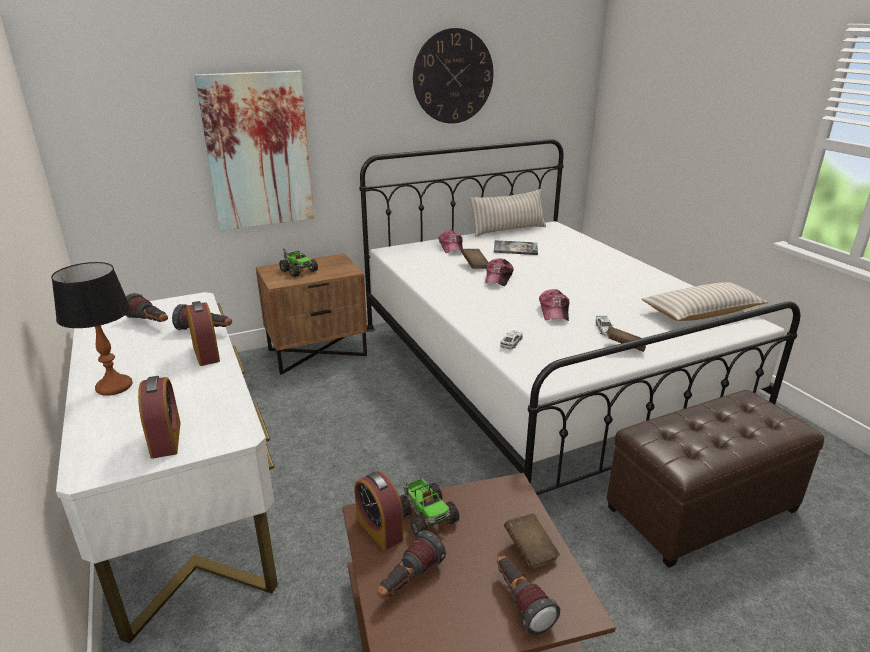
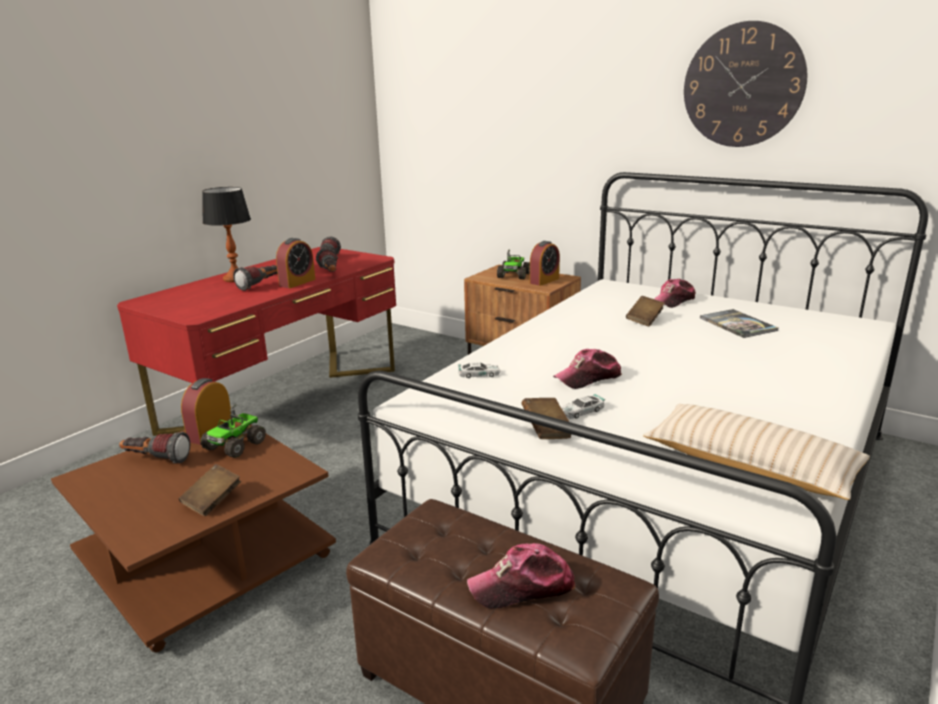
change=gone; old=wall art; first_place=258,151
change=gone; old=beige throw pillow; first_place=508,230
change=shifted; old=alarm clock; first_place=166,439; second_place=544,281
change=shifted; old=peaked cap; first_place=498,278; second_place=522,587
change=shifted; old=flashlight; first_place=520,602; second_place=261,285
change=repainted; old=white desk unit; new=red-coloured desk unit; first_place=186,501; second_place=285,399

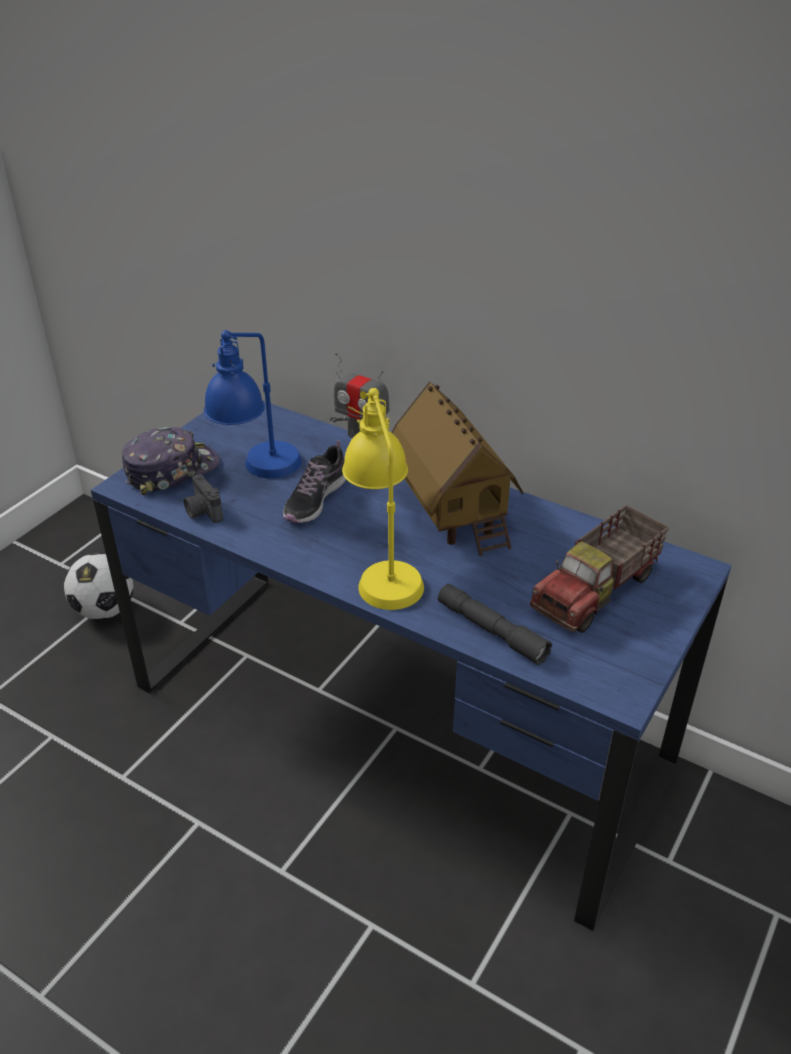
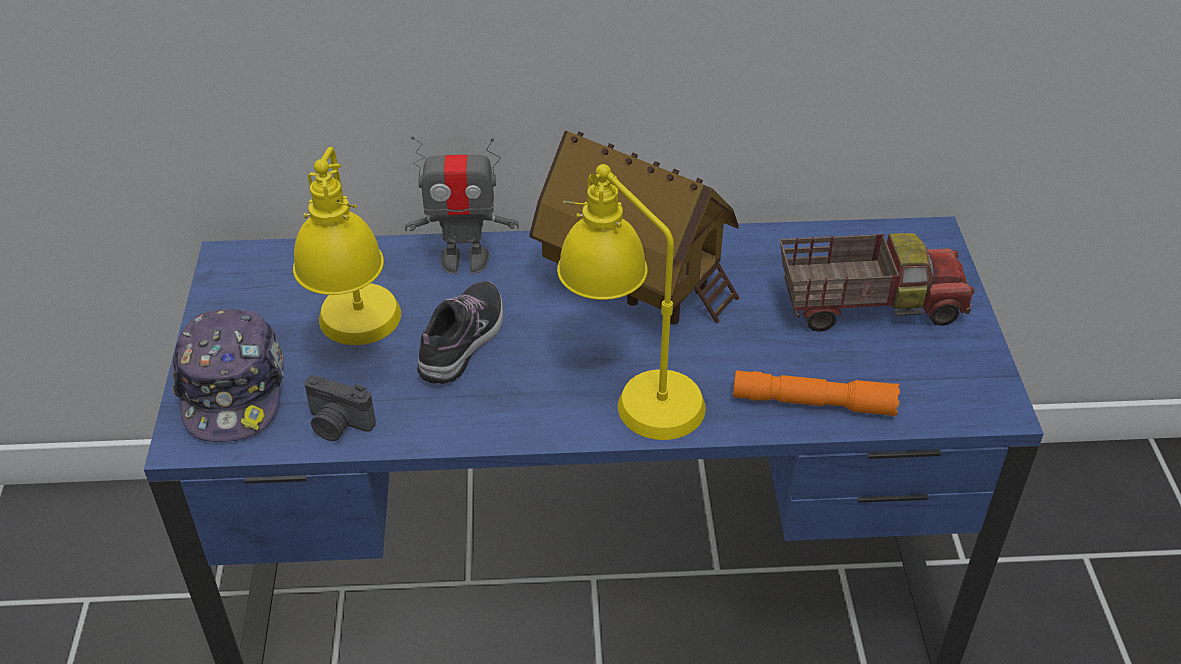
change=gone; old=football ball; first_place=105,610
change=repainted; old=blue-coloured tabletop lamp; new=yellow-coloured tabletop lamp; first_place=259,475; second_place=360,342
change=repainted; old=greyish flashlight; new=orangey flashlight; first_place=491,631; second_place=813,403
change=rotated; old=peaked cap; first_place=171,470; second_place=233,389; degrees=150
change=rotated; old=shoe; first_place=315,499; second_place=463,341; degrees=-150
change=rotated; old=toy lorry; first_place=597,591; second_place=867,305; degrees=-105

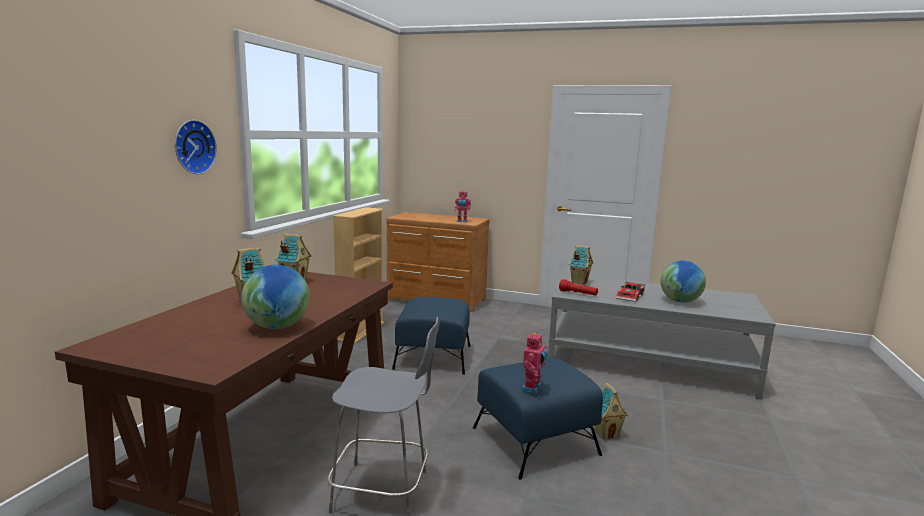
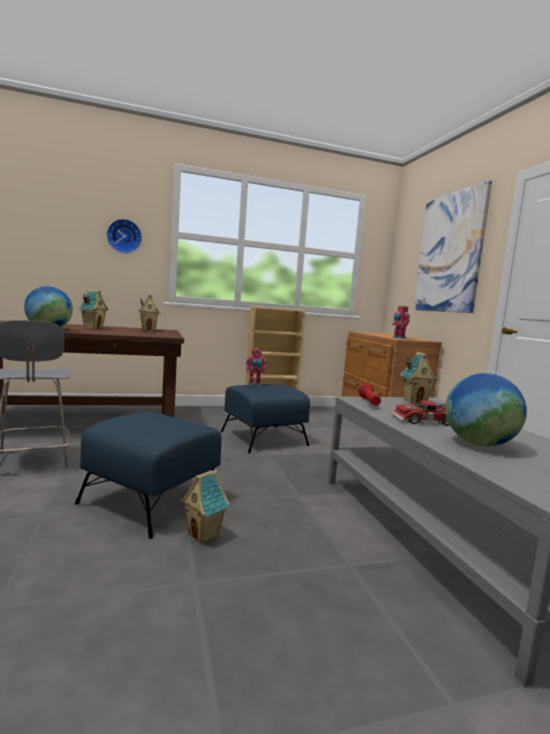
change=new; new=wall art; second_place=450,253
change=shifted; old=toy robot; first_place=533,388; second_place=254,385

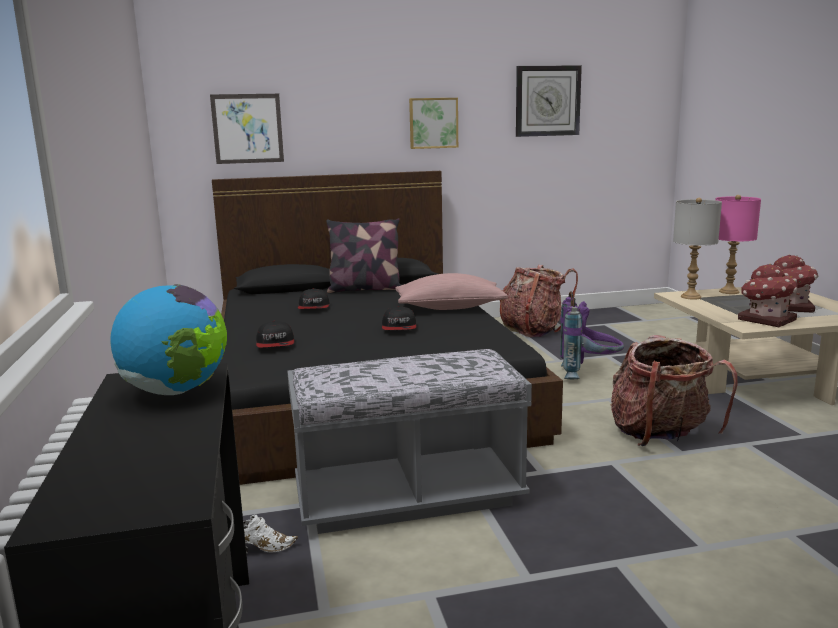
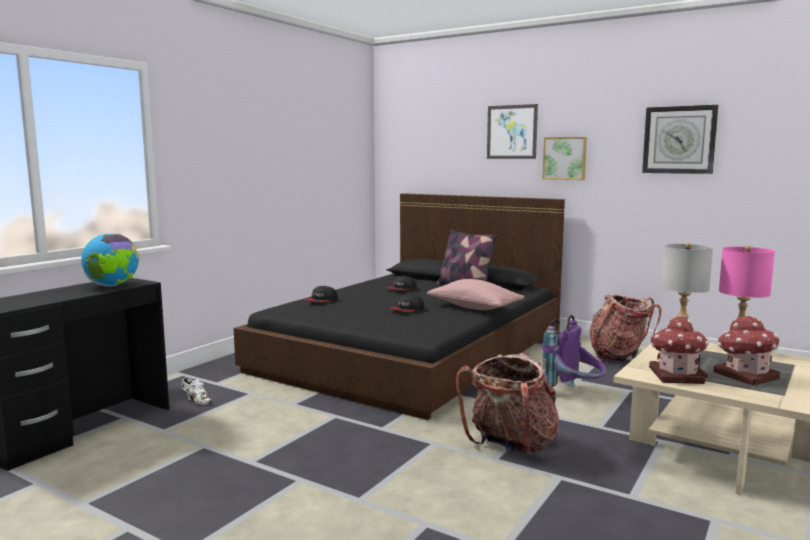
change=gone; old=greyish long seat; first_place=408,496
change=shifted; old=wall art; first_place=247,128; second_place=511,132

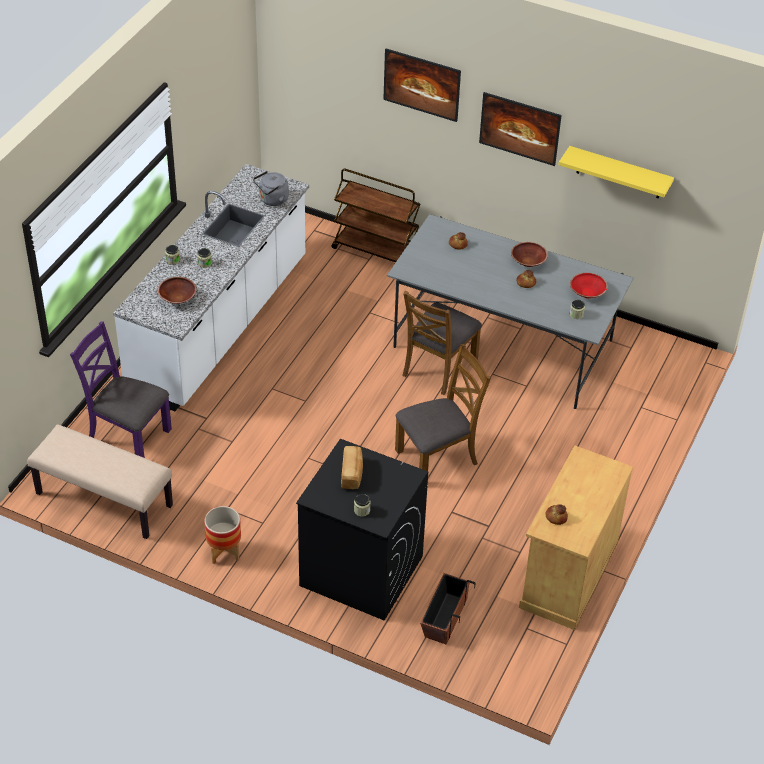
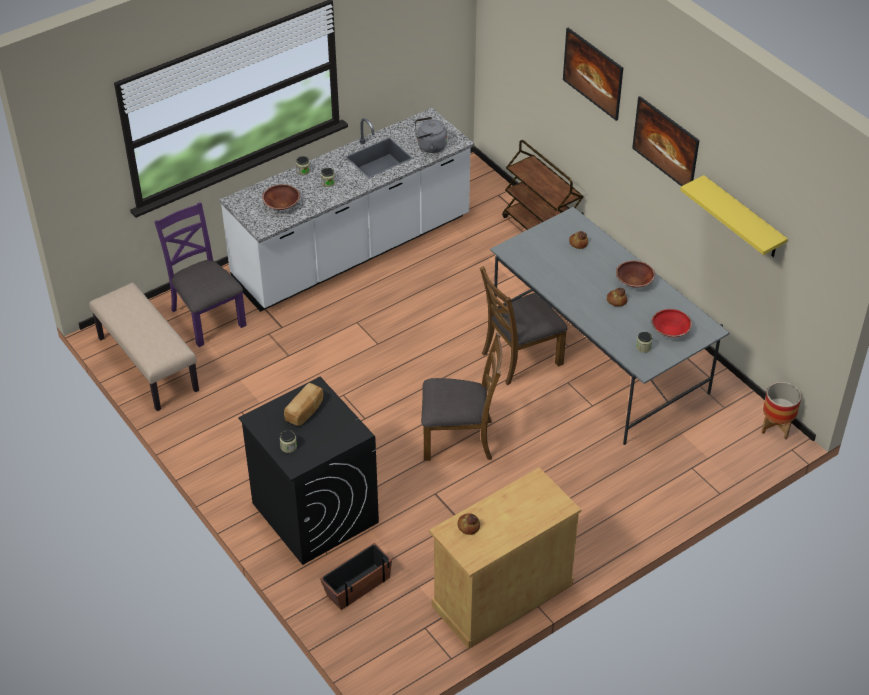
change=shifted; old=planter; first_place=224,552; second_place=776,427

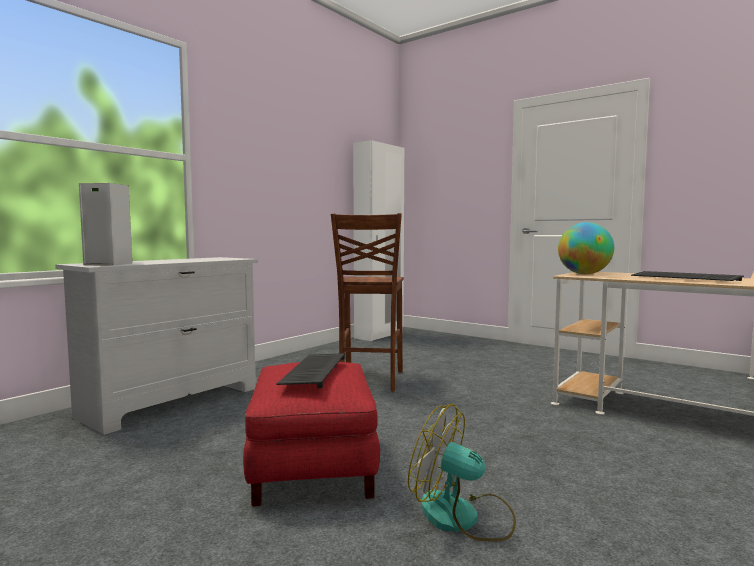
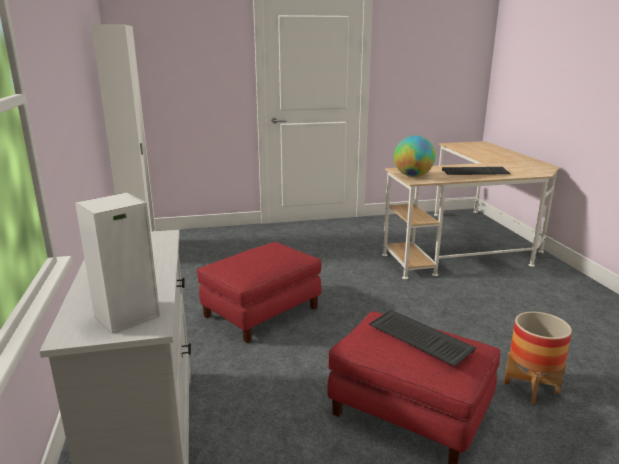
change=swapped; old=brownish upright chair; new=red-coloured footrest; first_place=369,381; second_place=262,312
change=swapped; old=electric fan; new=planter; first_place=463,517; second_place=531,387

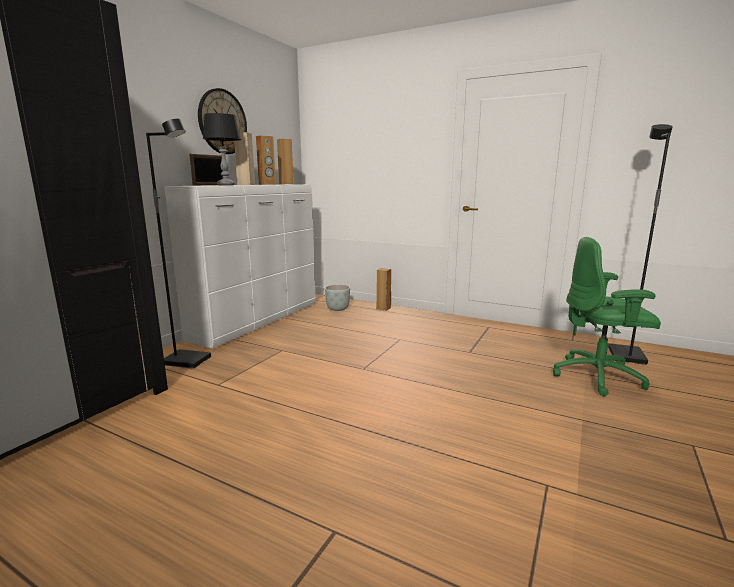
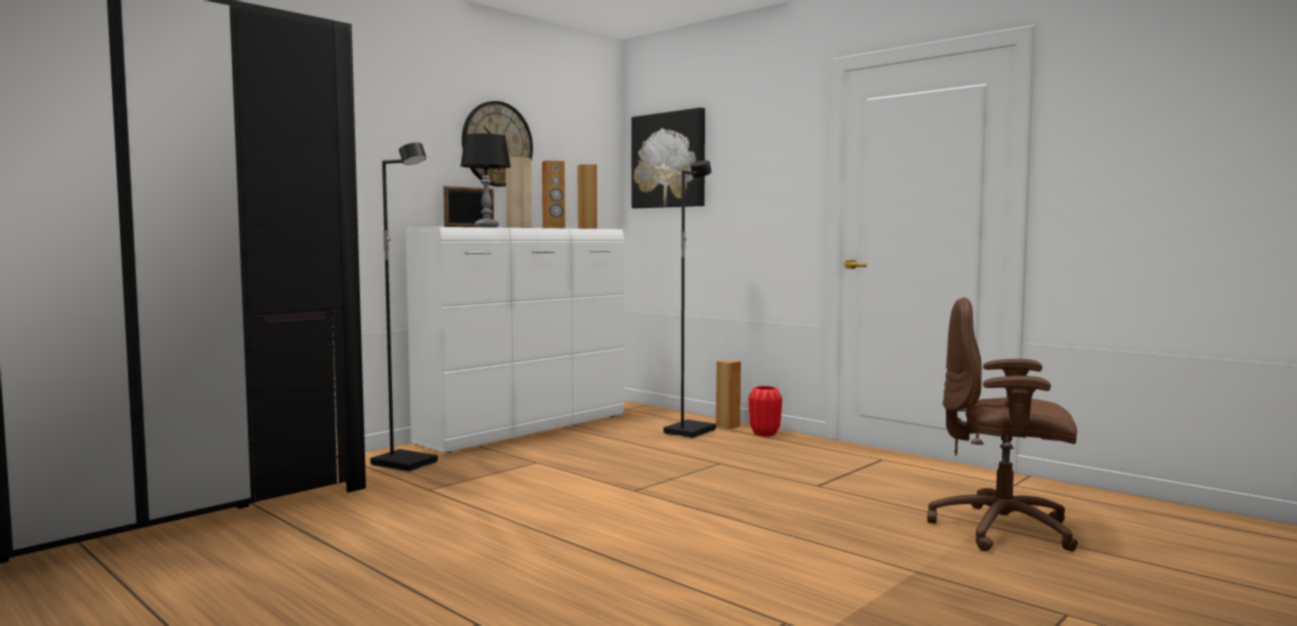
change=gone; old=greyish planter; first_place=337,309
change=new; new=wall art; second_place=669,160
change=new; new=red-coloured flower vase; second_place=765,434
change=shifted; old=blackish floor lamp; first_place=625,355; second_place=689,431
change=repainted; old=green computer chair; new=brownish computer chair; first_place=598,377; second_place=1004,530

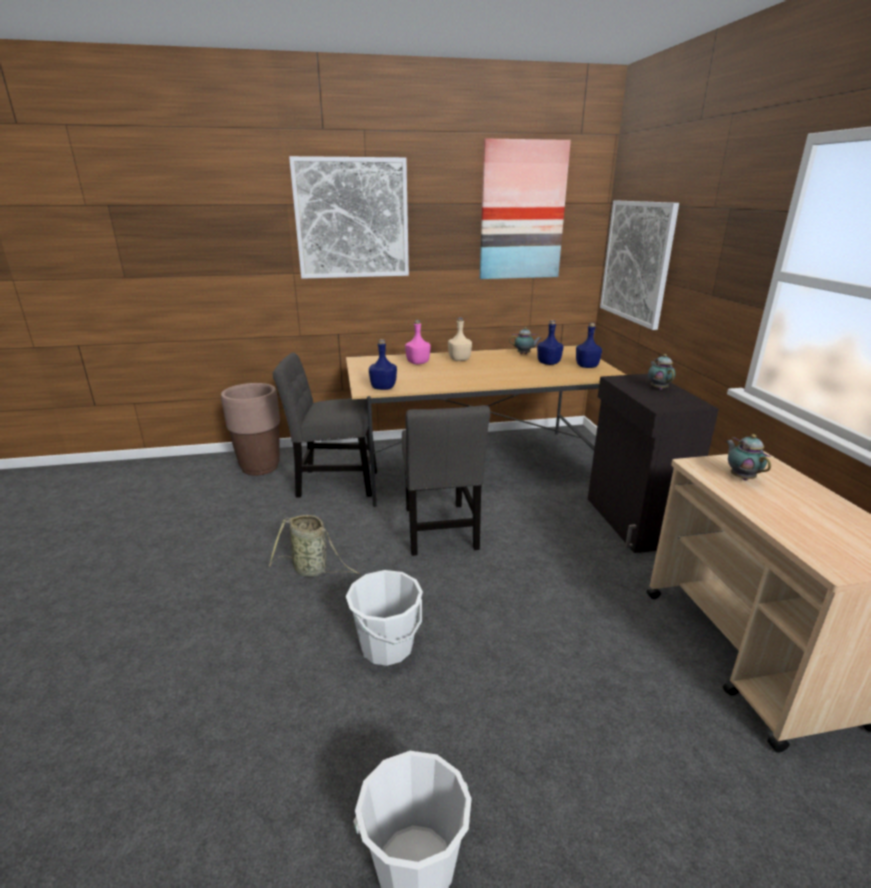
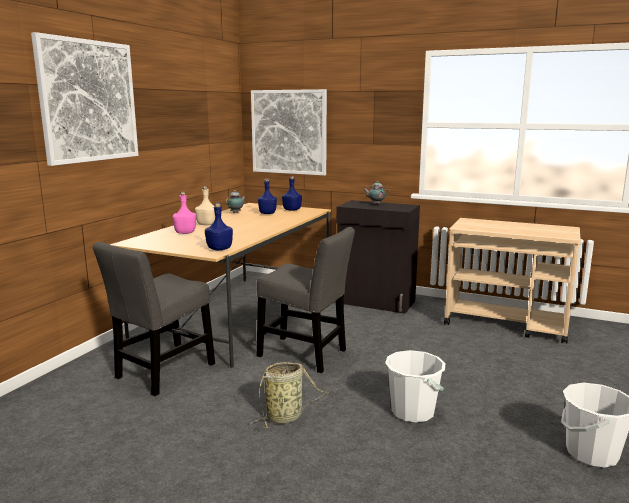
change=gone; old=brownish planter; first_place=260,467
change=gone; old=wall art; first_place=522,211
change=gone; old=teapot; first_place=741,477

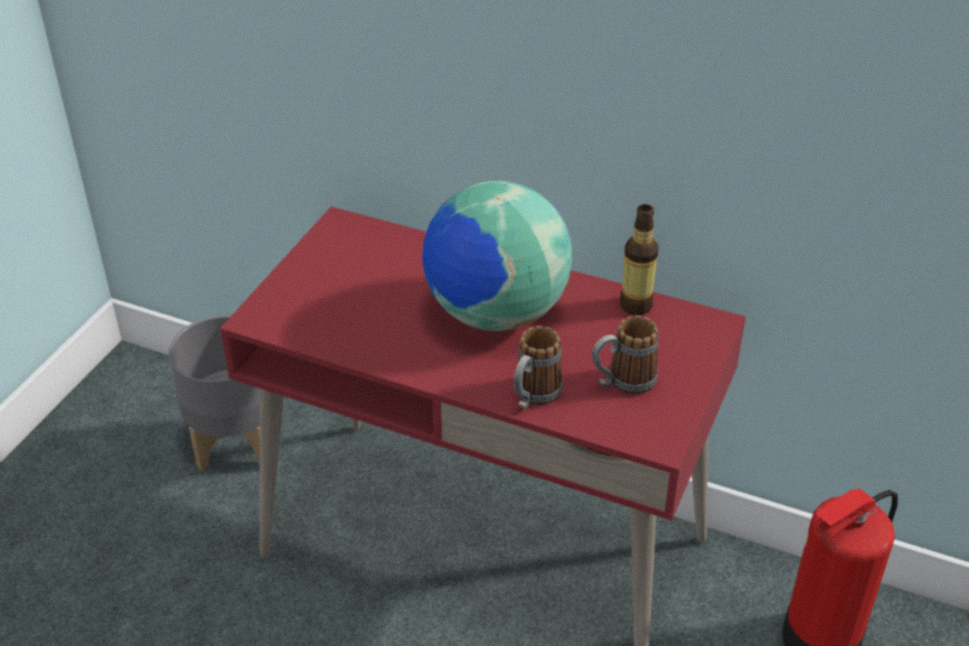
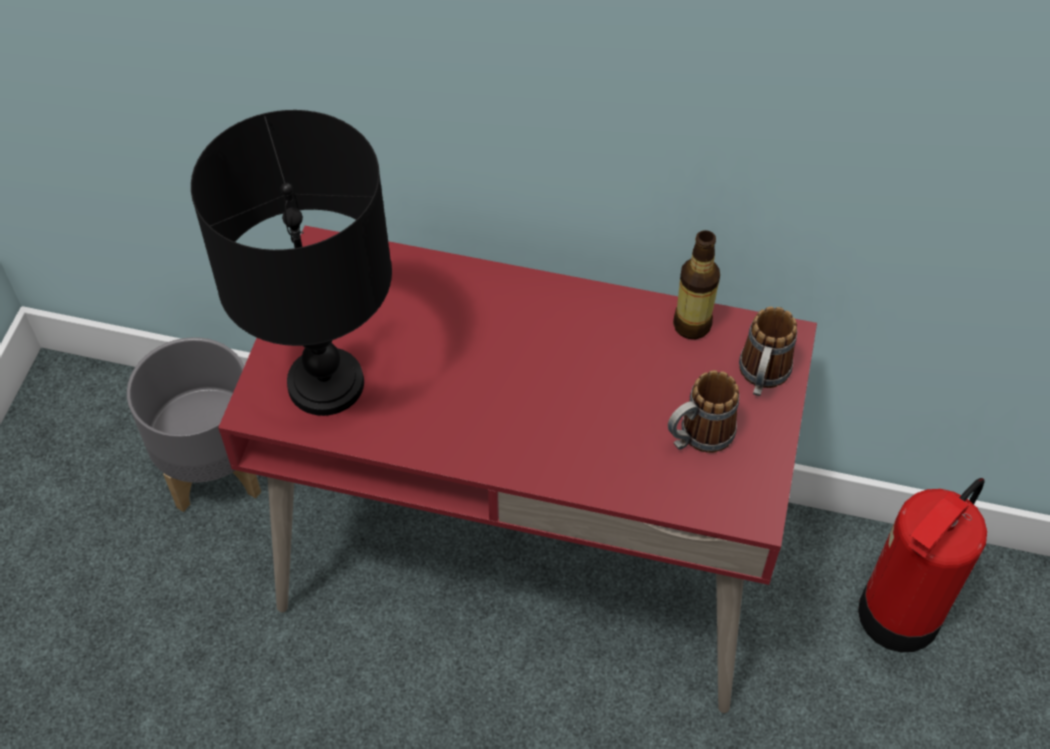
change=gone; old=desk globe; first_place=495,313
change=new; new=blackish tabletop lamp; second_place=327,383
change=shifted; old=coffee mug; first_place=532,397; second_place=761,377

